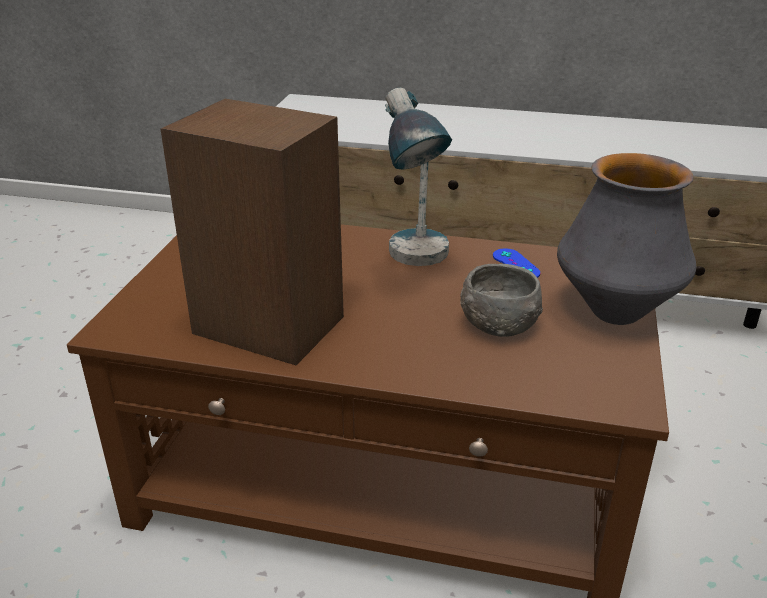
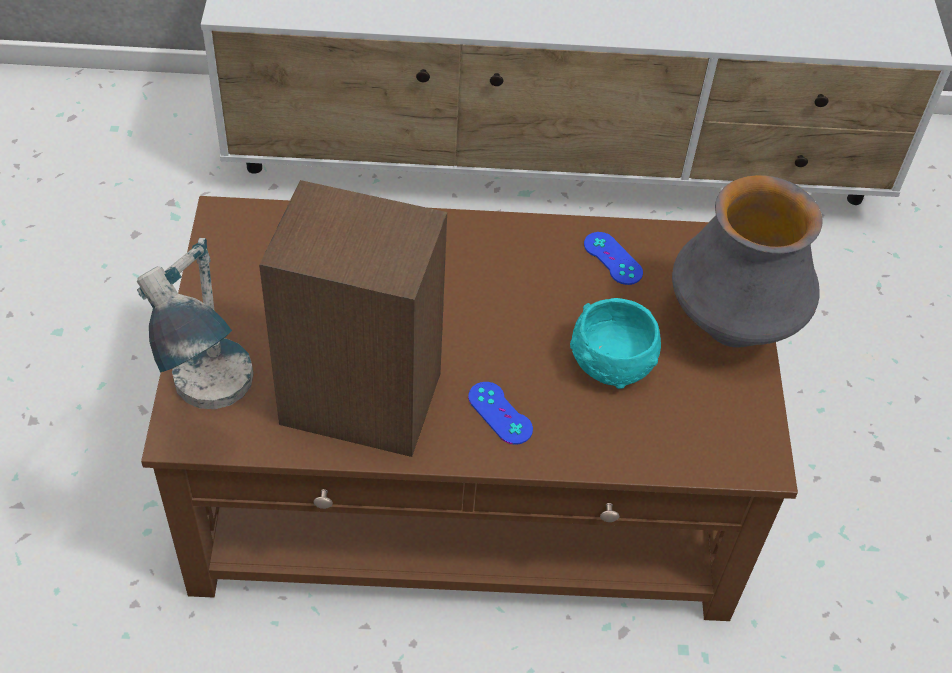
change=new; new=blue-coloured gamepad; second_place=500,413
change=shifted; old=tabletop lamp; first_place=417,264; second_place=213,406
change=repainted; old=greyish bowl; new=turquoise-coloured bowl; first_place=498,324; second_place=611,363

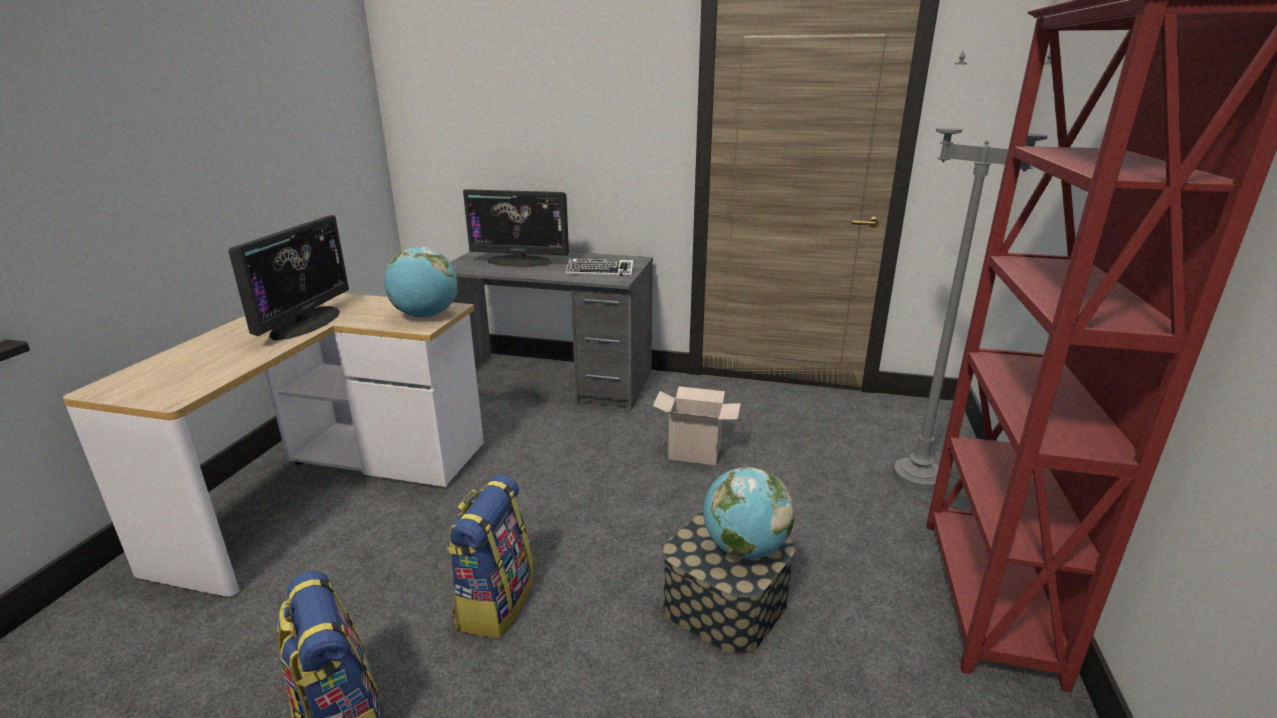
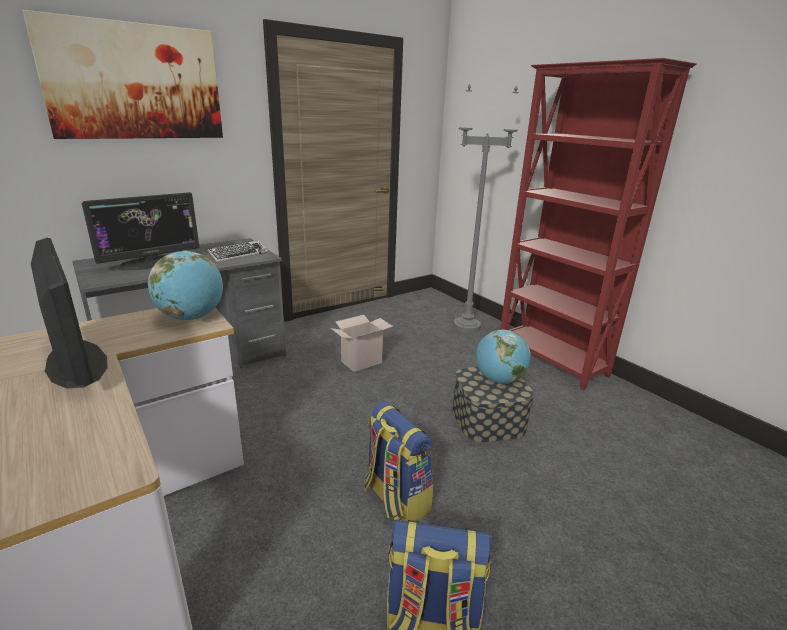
change=new; new=wall art; second_place=135,82

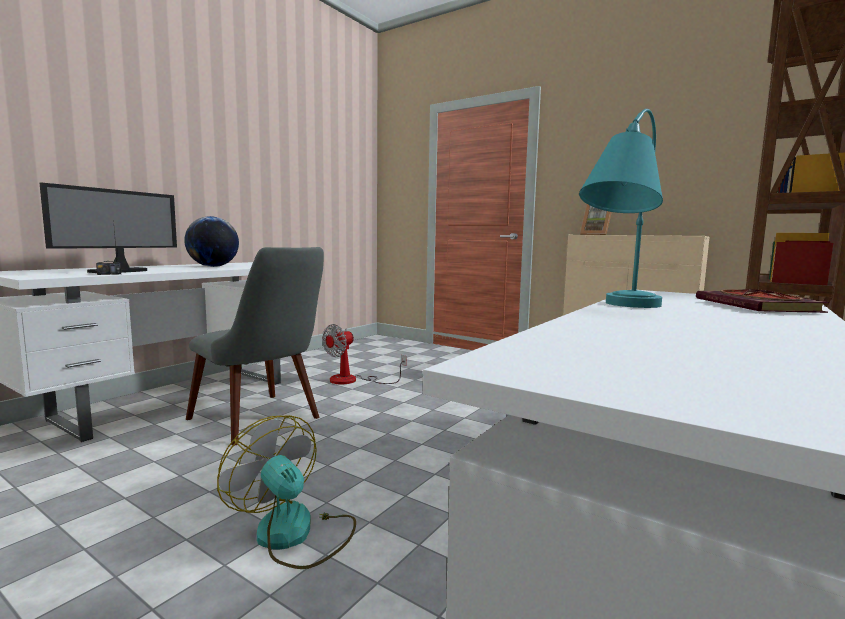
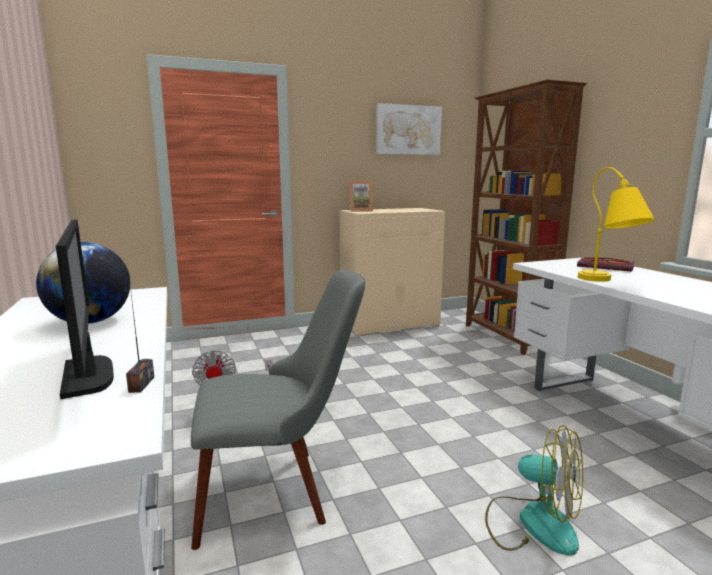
change=new; new=wall art; second_place=408,130
change=repainted; old=turquoise-coloured tabletop lamp; new=yellow-coloured tabletop lamp; first_place=619,307; second_place=608,282
change=rotated; old=electric fan; first_place=294,535; second_place=532,523; degrees=-135

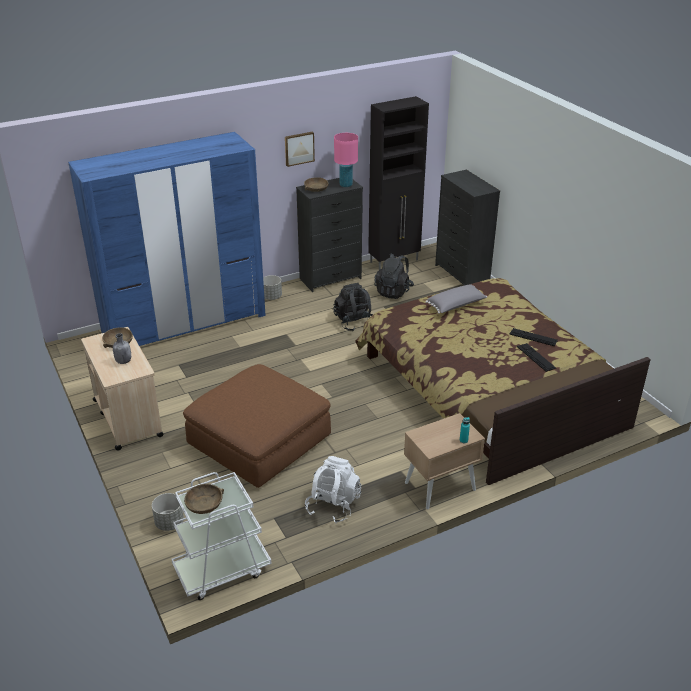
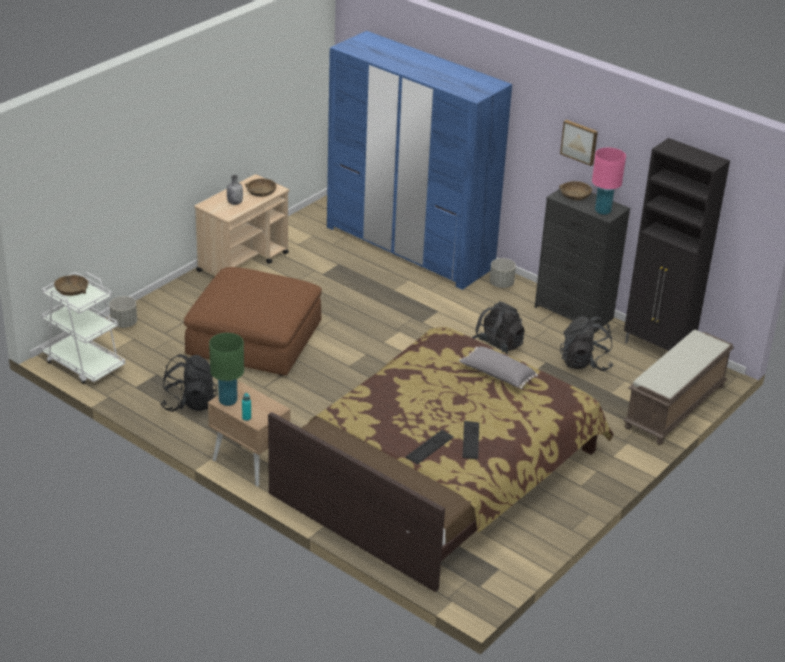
change=new; new=green tabletop lamp; second_place=228,401
change=swapped; old=blackish drawer chest; new=brownish long seat; first_place=462,274; second_place=675,407
change=repainted; old=white backpack; new=blackish backpack; first_place=333,505; second_place=189,403

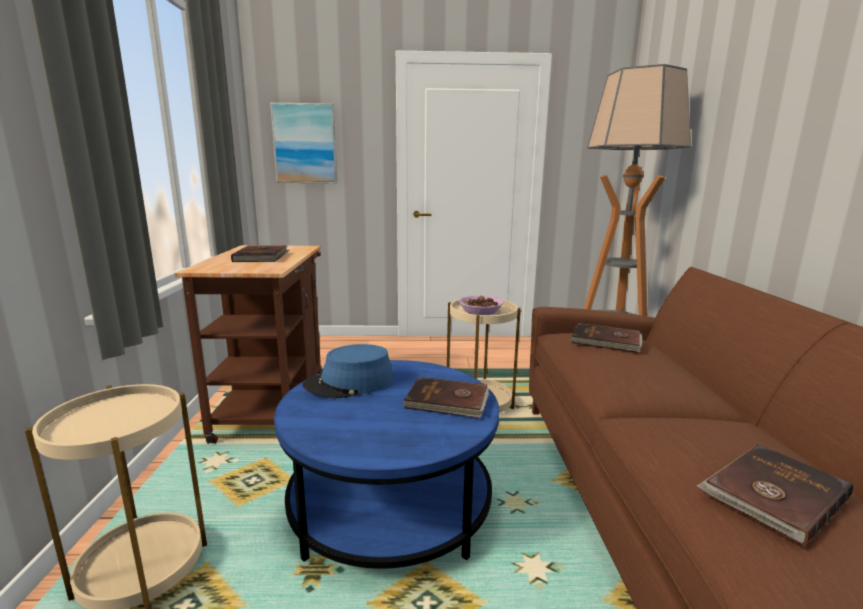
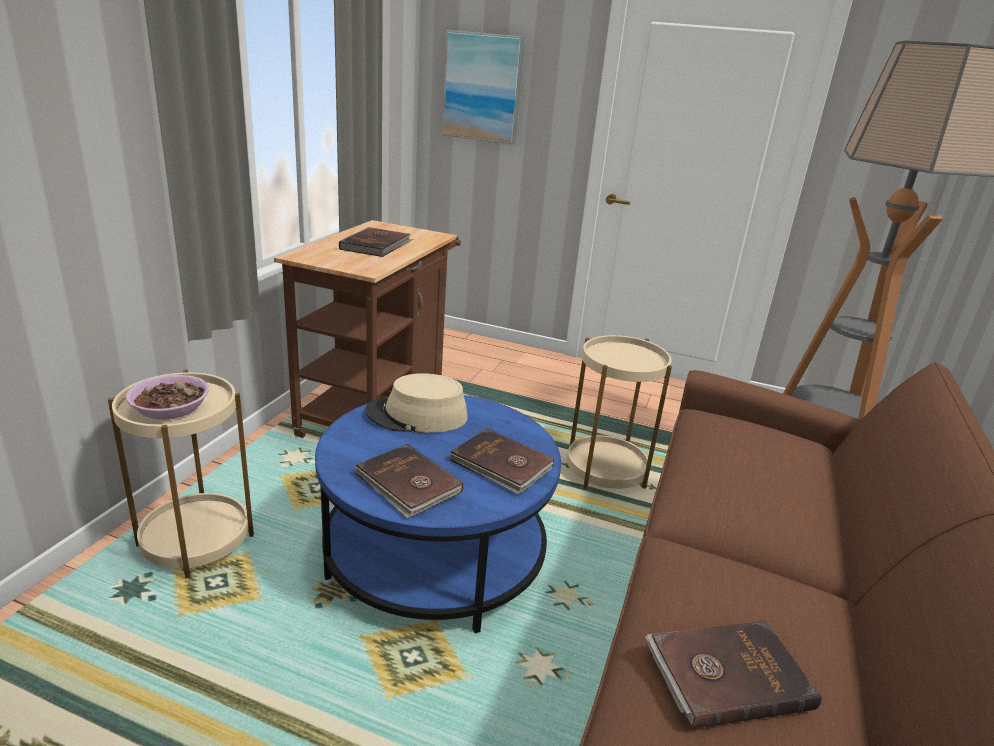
change=shifted; old=bowl; first_place=480,311; second_place=170,407
change=shifted; old=brownish bound book; first_place=606,341; second_place=407,484
change=repainted; old=blue-coloured hat; new=beige hat; first_place=350,383; second_place=416,416

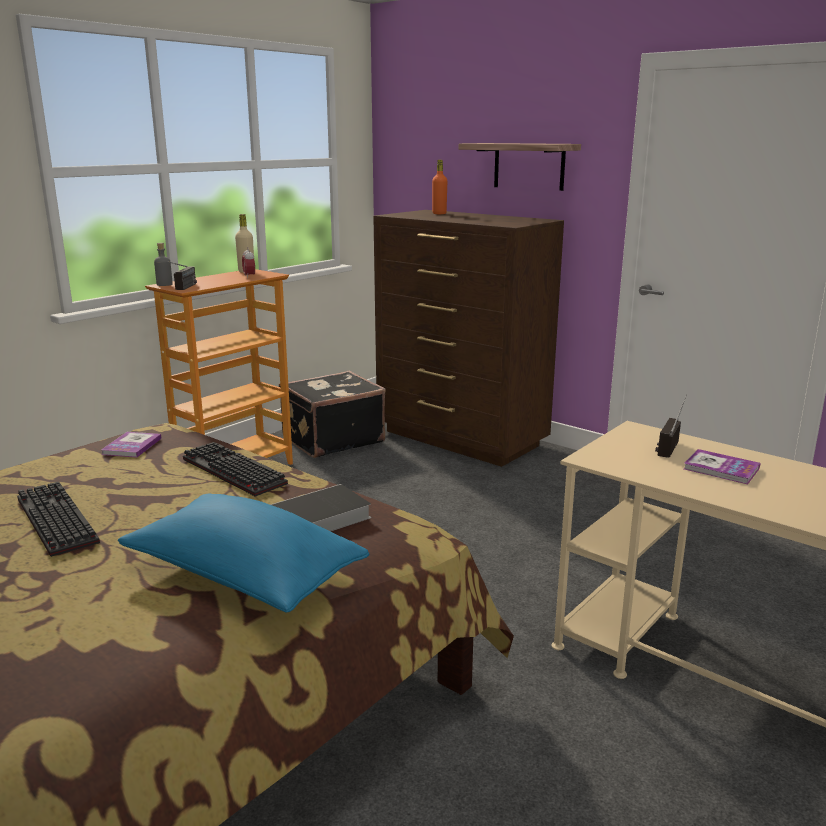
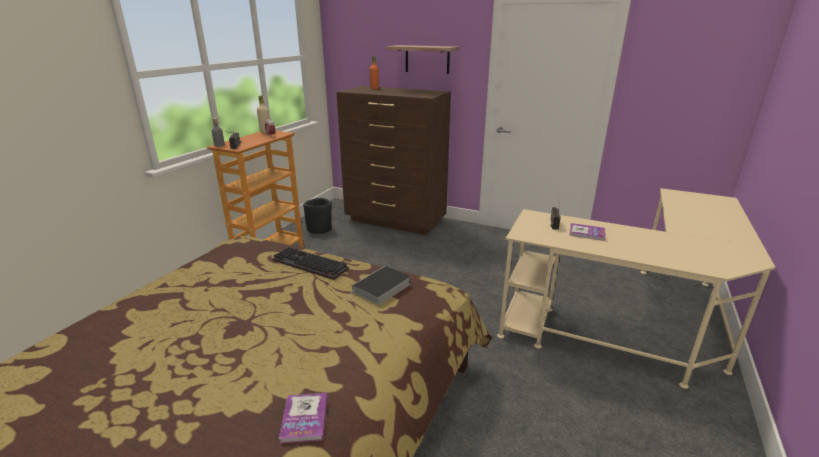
change=gone; old=keyboard; first_place=53,520
change=gone; old=blue-coloured throw pillow; first_place=244,576
change=shifted; old=bound book; first_place=132,446; second_place=304,418
change=swapped; old=blackish piece of luggage; new=blackish planter; first_place=331,439; second_place=320,229

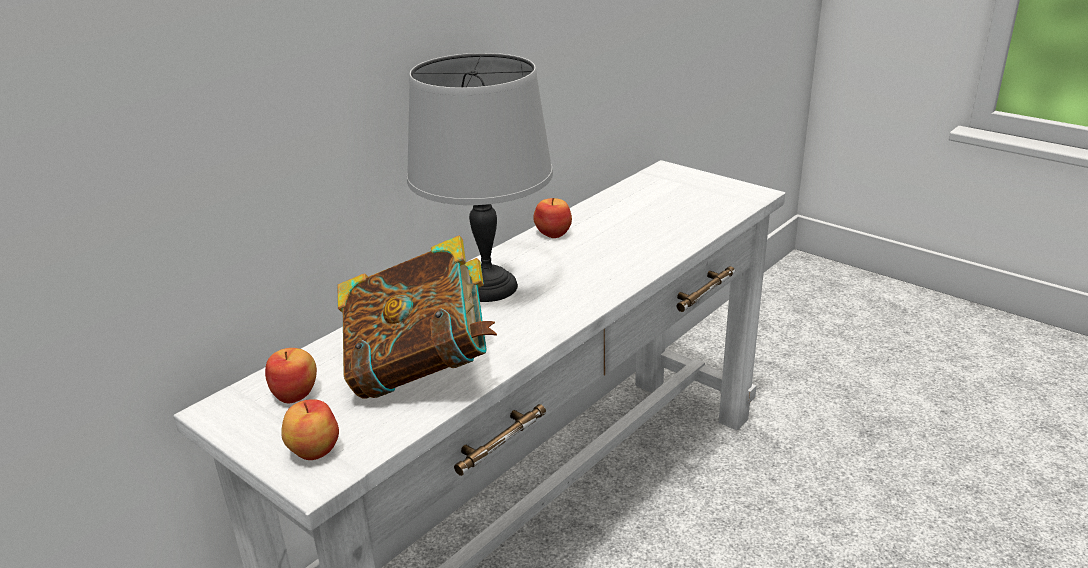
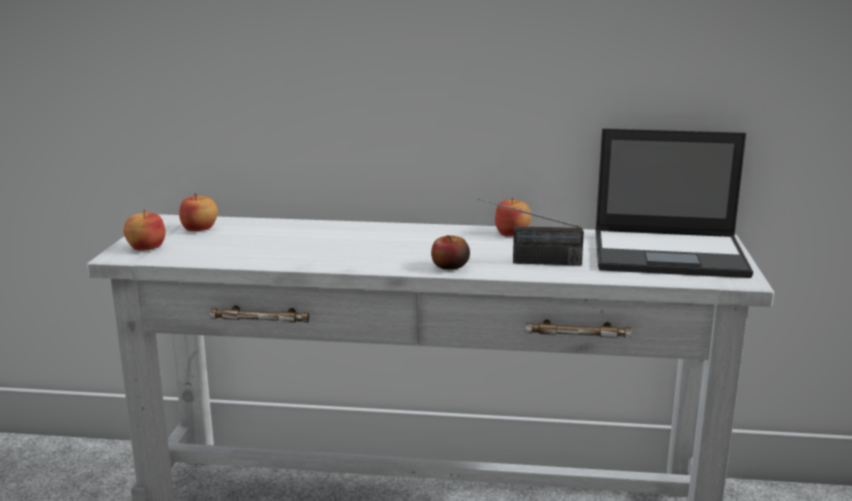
change=gone; old=bound book; first_place=421,370
change=gone; old=greyish tabletop lamp; first_place=489,287
change=new; new=whole apple; second_place=450,267
change=new; new=radio; second_place=528,261
change=new; new=notebook computer; second_place=670,254

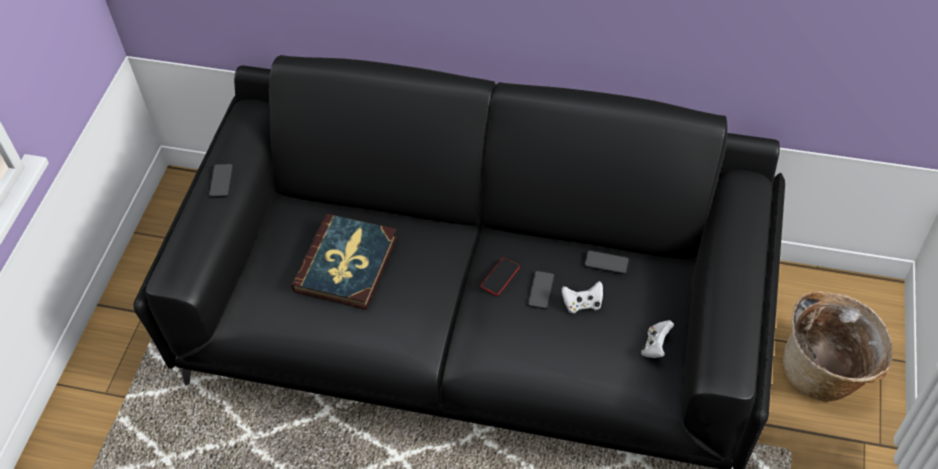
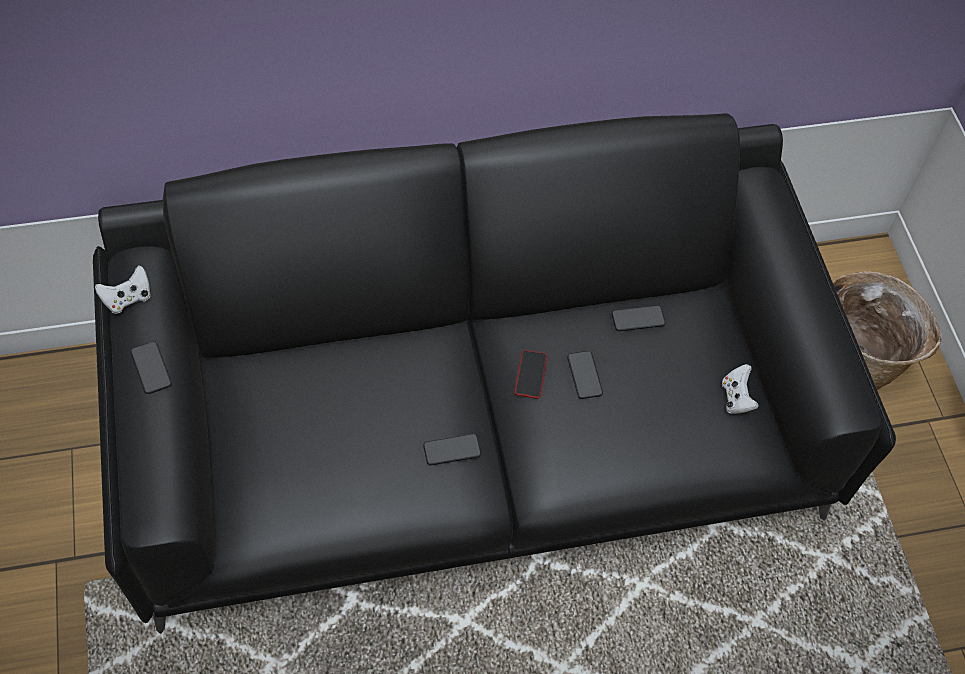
change=gone; old=bound book; first_place=347,264
change=new; new=phone; second_place=452,450
change=shifted; old=white gamepad; first_place=582,304; second_place=128,299

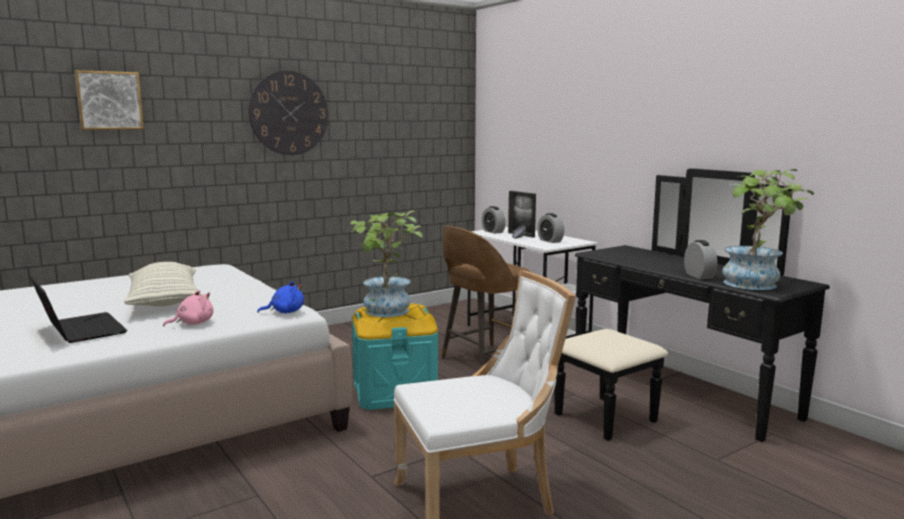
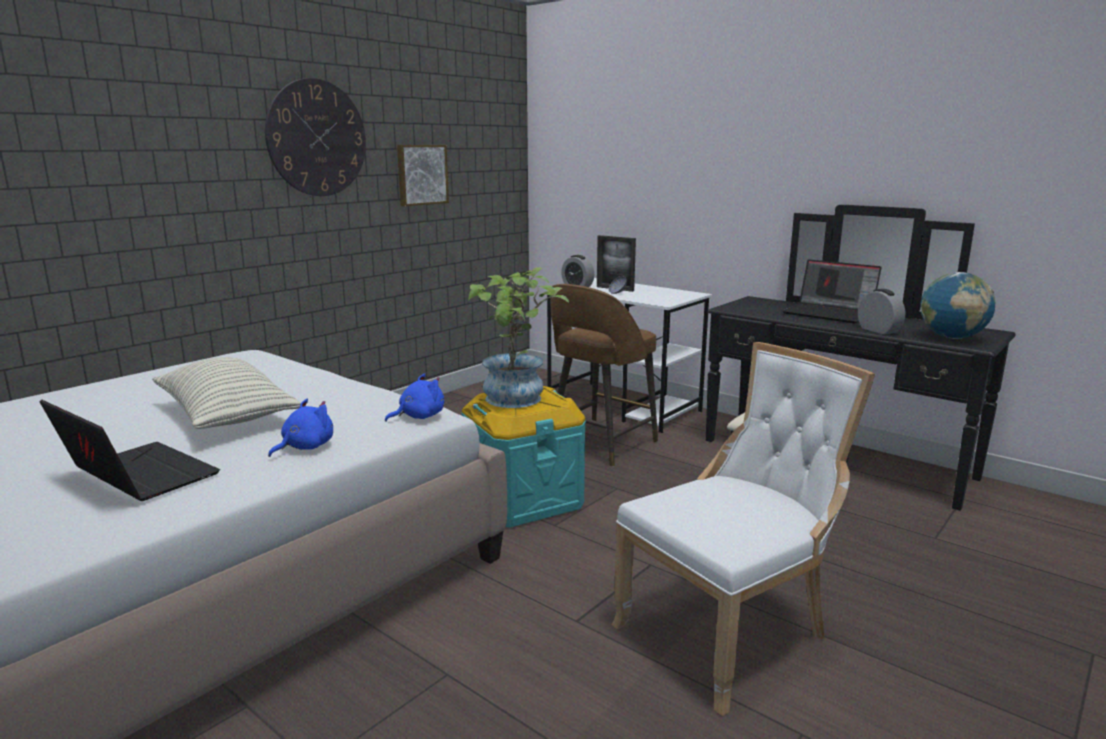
change=gone; old=alarm clock; first_place=550,241
change=new; new=notebook computer; second_place=830,314
change=shifted; old=wall art; first_place=109,100; second_place=421,174
change=swapped; old=potted plant; new=desk globe; first_place=758,285; second_place=951,338
change=repainted; old=pinkish soft toy; new=blue-coloured soft toy; first_place=193,323; second_place=305,447

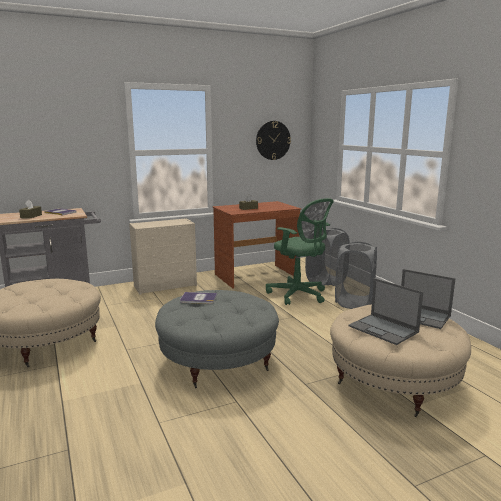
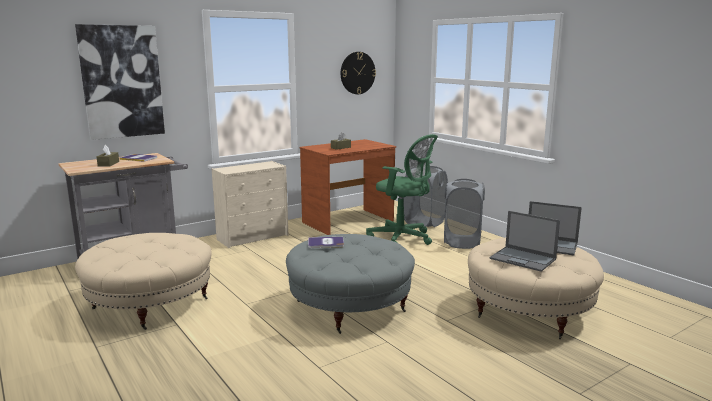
change=new; new=wall art; second_place=122,82

